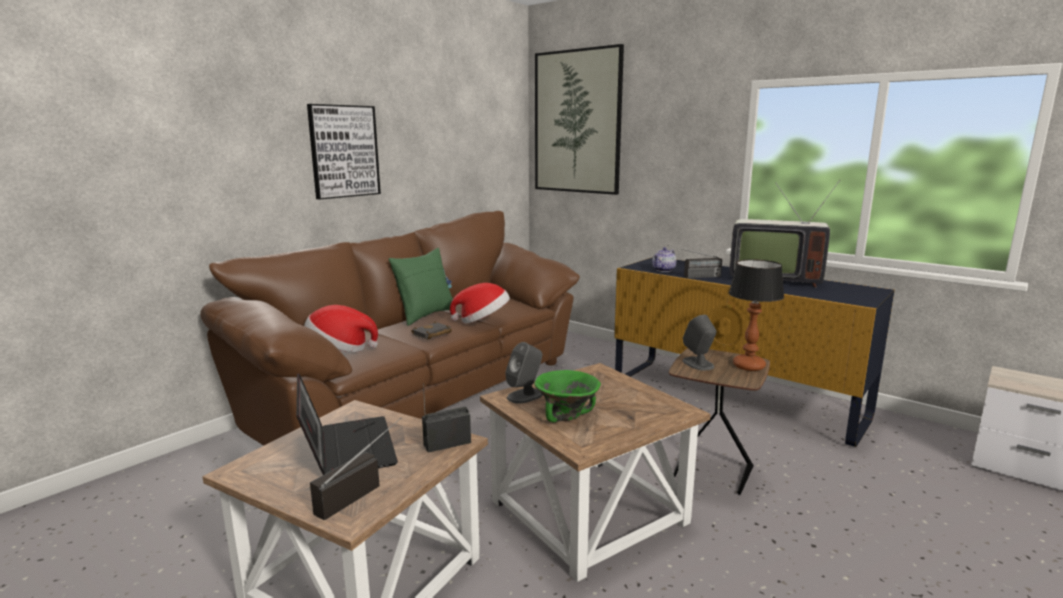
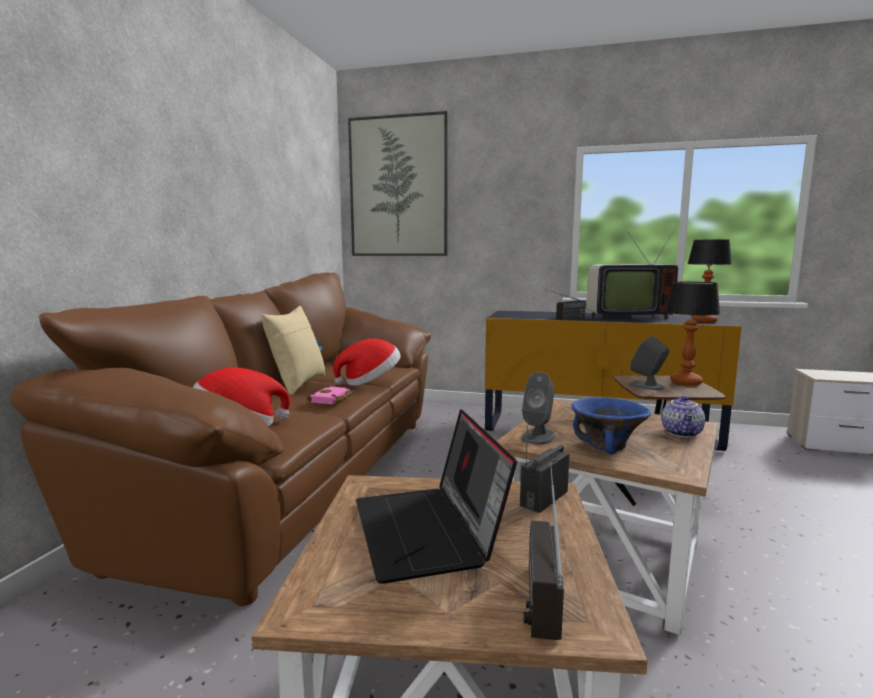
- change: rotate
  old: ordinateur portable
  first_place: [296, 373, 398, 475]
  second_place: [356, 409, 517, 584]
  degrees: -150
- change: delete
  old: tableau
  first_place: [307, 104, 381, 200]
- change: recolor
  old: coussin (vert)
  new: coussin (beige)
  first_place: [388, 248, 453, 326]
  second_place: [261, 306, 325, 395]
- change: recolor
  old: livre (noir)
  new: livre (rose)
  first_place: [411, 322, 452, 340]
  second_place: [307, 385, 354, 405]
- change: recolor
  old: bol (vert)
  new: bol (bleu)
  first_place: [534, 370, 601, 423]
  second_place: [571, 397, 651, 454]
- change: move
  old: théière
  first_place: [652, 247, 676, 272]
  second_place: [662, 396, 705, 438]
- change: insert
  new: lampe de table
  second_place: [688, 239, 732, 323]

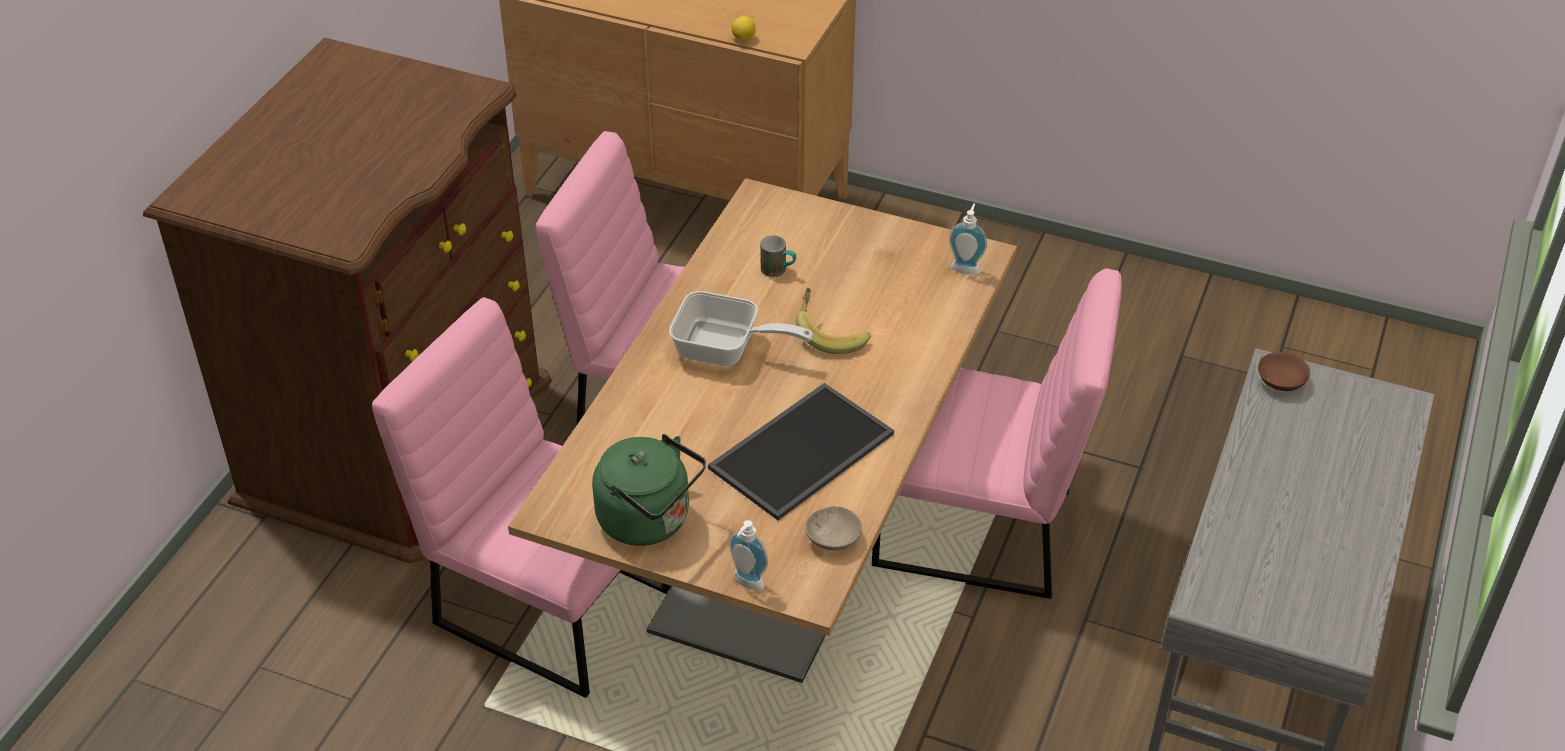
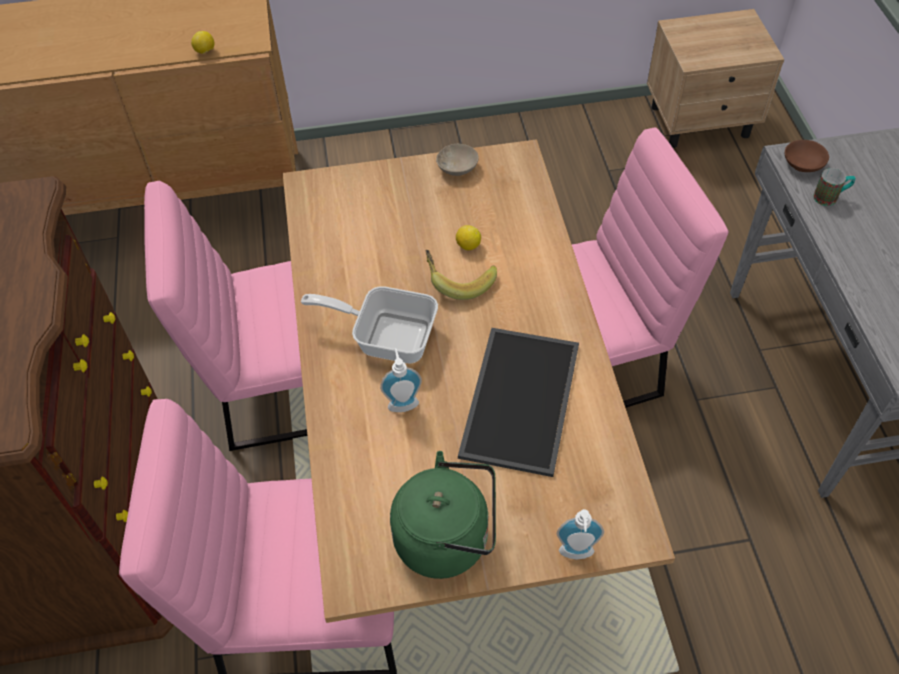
- change: rotate
  old: poêle
  first_place: [669, 291, 813, 366]
  second_place: [301, 286, 438, 363]
  degrees: -150
- change: move
  old: mug
  first_place: [760, 236, 796, 277]
  second_place: [813, 168, 856, 206]
- change: move
  old: bol (beige)
  first_place: [805, 506, 862, 550]
  second_place: [436, 144, 479, 176]
- change: move
  old: distributeur de savon
  first_place: [949, 203, 987, 275]
  second_place: [380, 348, 422, 412]
- change: insert
  new: citron
  second_place: [456, 225, 481, 250]
- change: insert
  new: table de chevet (beige)
  second_place: [647, 9, 784, 148]

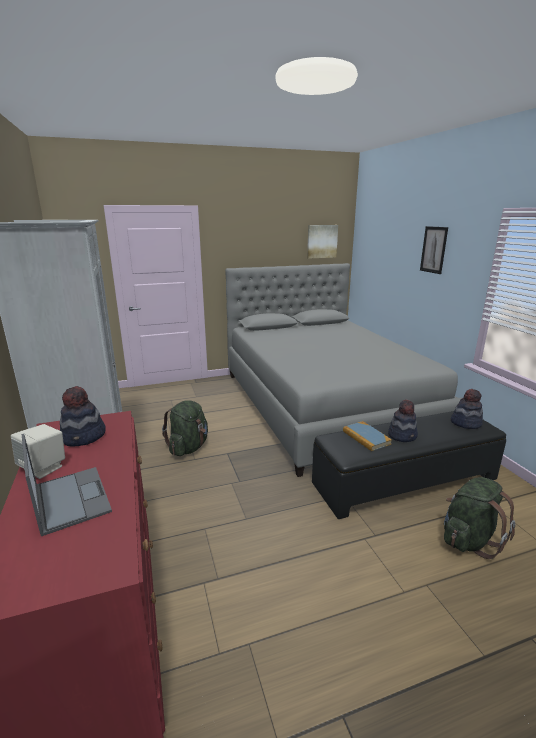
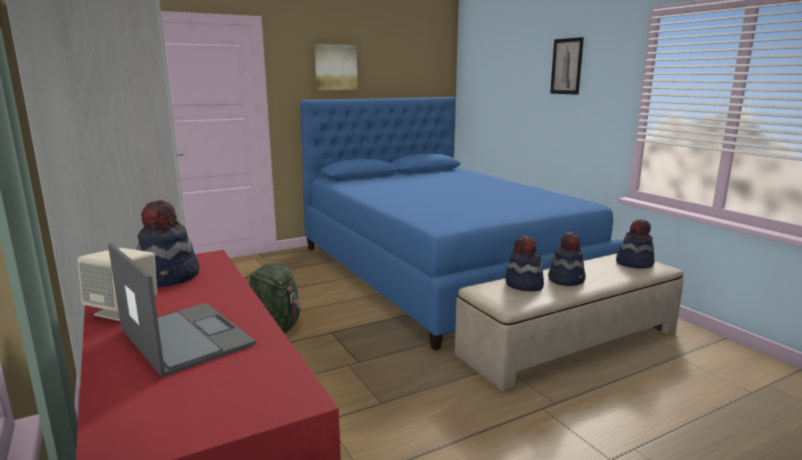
- change: recolor
  old: lit (gris)
  new: lit (bleu)
  first_place: [225, 263, 462, 477]
  second_place: [300, 97, 623, 351]
- change: move
  old: tableau
  first_place: [307, 225, 338, 259]
  second_place: [314, 44, 358, 90]
- change: recolor
  old: banc (noir)
  new: banc (beige)
  first_place: [312, 411, 506, 519]
  second_place: [455, 253, 684, 391]
- change: replace
  old: livre
  new: chapeau
  first_place: [343, 421, 392, 451]
  second_place: [505, 236, 544, 291]
- change: delete
  old: sac à dos (vert)
  first_place: [444, 477, 515, 559]

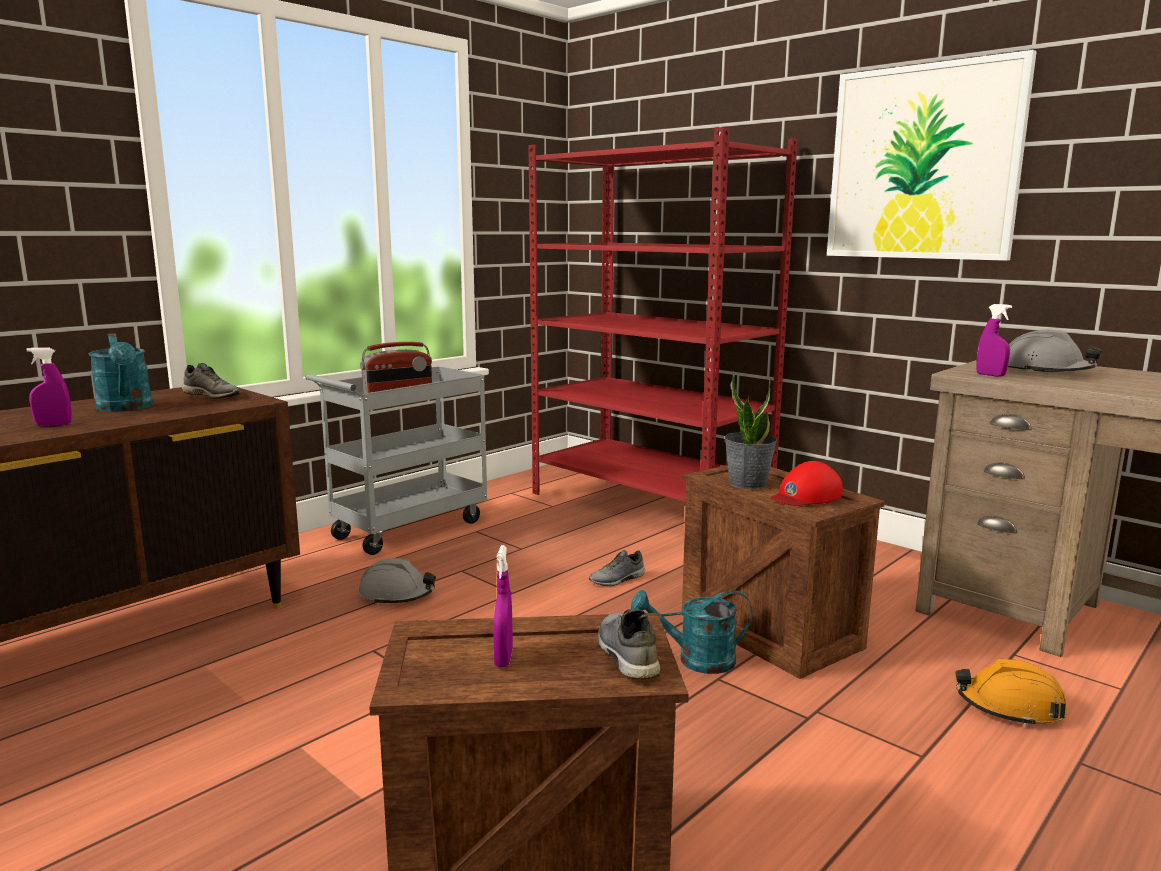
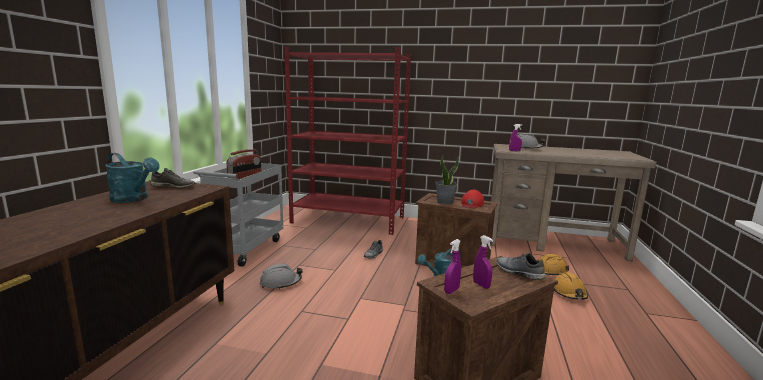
- change: move
  old: vaporisateur (violet)
  first_place: [27, 347, 71, 426]
  second_place: [444, 239, 461, 294]
- change: delete
  old: tableau
  first_place: [827, 50, 1037, 261]
- change: insert
  new: casque de chantier (orange)
  second_place: [554, 272, 588, 300]

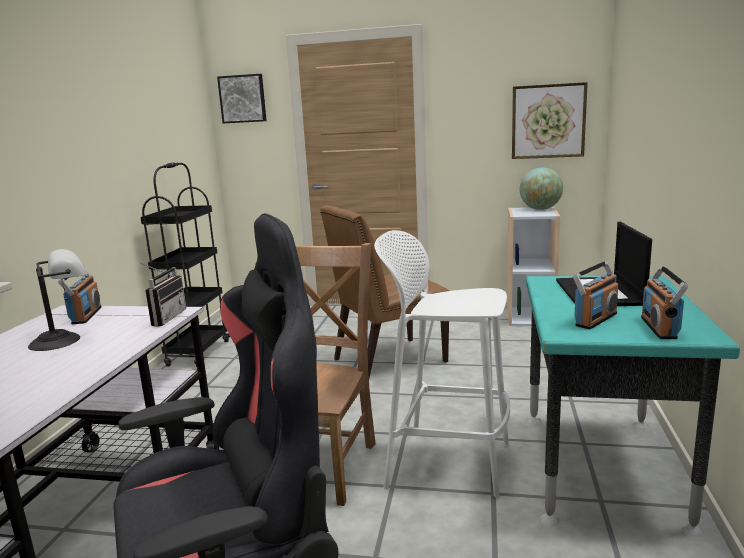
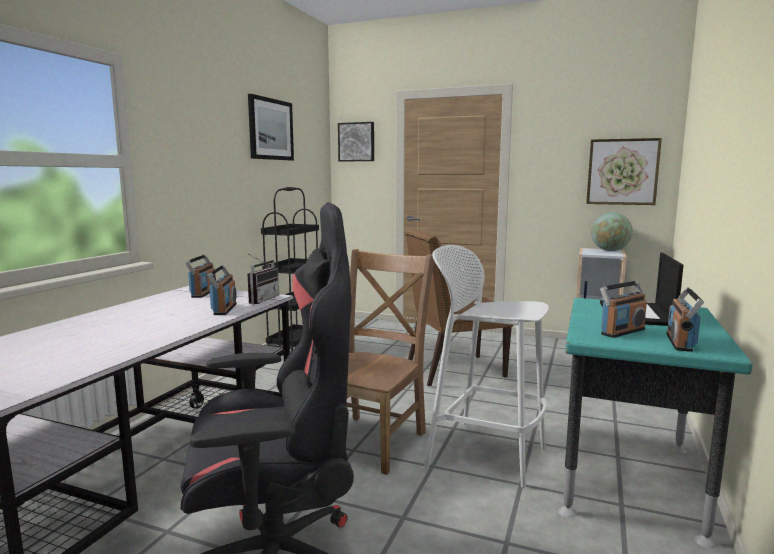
- change: delete
  old: lampe de table
  first_place: [28, 249, 88, 351]
- change: insert
  new: radio
  second_place: [207, 265, 237, 315]
- change: insert
  new: tableau
  second_place: [248, 94, 294, 160]

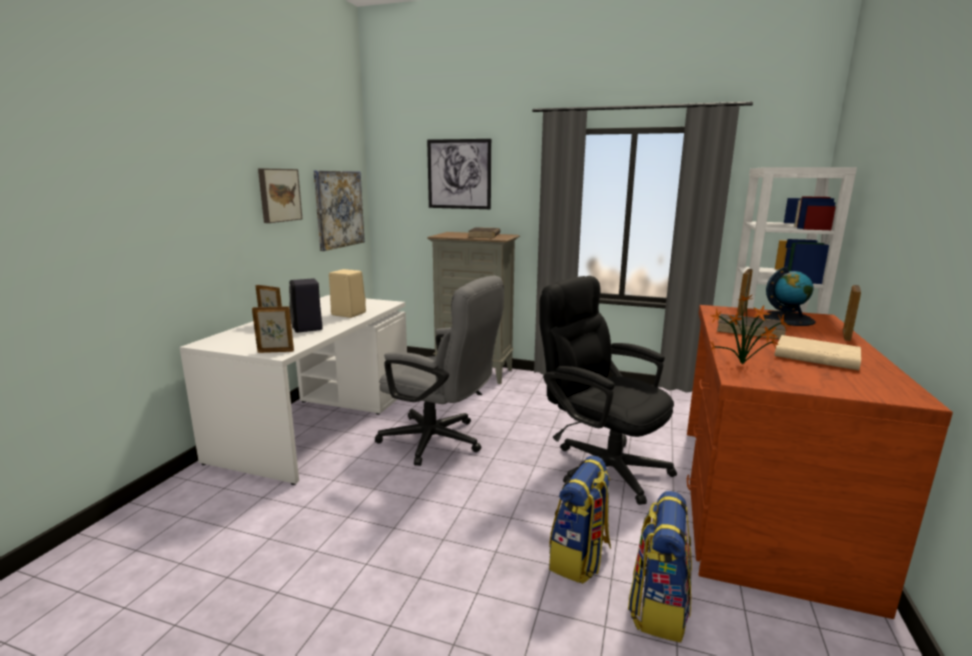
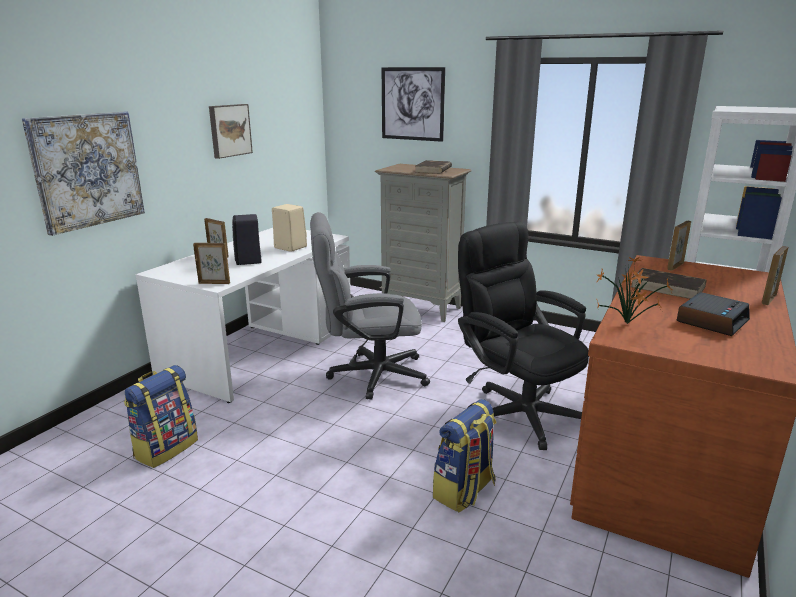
- change: move
  old: tableau
  first_place: [314, 170, 365, 251]
  second_place: [22, 112, 145, 236]
- change: rotate
  old: chaise de bureau (gris)
  first_place: [375, 276, 504, 466]
  second_place: [310, 212, 430, 400]
  degrees: 135
- change: move
  old: sac à dos
  first_place: [628, 491, 692, 643]
  second_place: [124, 365, 198, 468]
- change: delete
  old: globe
  first_place: [763, 266, 816, 326]
- change: replace
  old: livre (beige)
  new: réveil
  first_place: [774, 335, 861, 370]
  second_place: [677, 292, 750, 336]

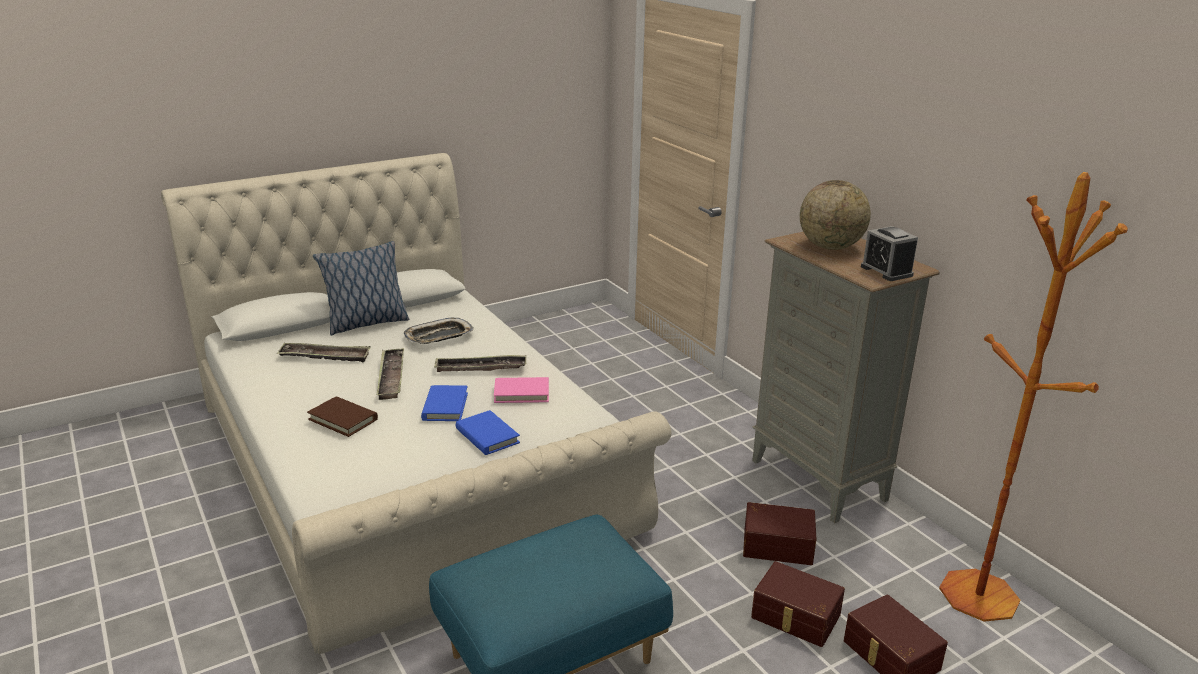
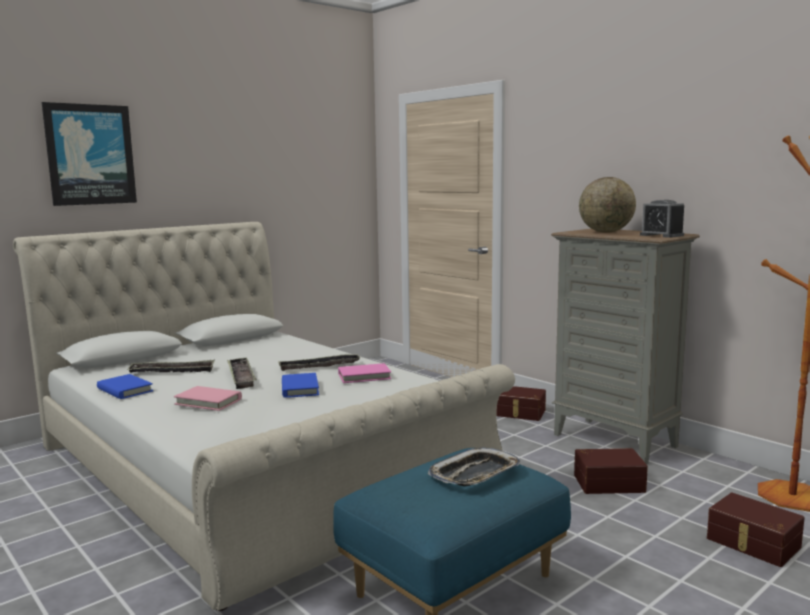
- change: recolor
  old: livre (marron)
  new: livre (rose)
  first_place: [307, 396, 378, 437]
  second_place: [174, 386, 242, 411]
- change: delete
  old: coussin
  first_place: [313, 241, 409, 336]
- change: move
  old: plateau
  first_place: [404, 317, 474, 344]
  second_place: [428, 447, 520, 486]
- change: move
  old: livre (bleu)
  first_place: [456, 410, 520, 455]
  second_place: [97, 374, 153, 399]
- change: move
  old: boîte de rangement (marron)
  first_place: [751, 561, 845, 647]
  second_place: [496, 386, 546, 421]
- change: insert
  new: tableau
  second_place: [42, 102, 137, 206]

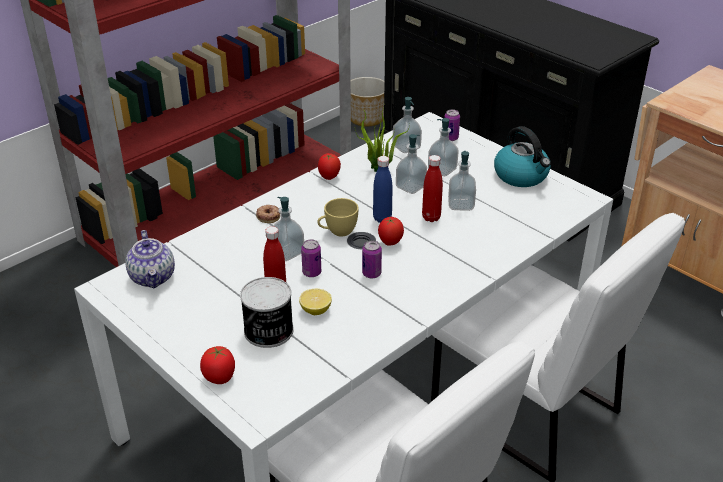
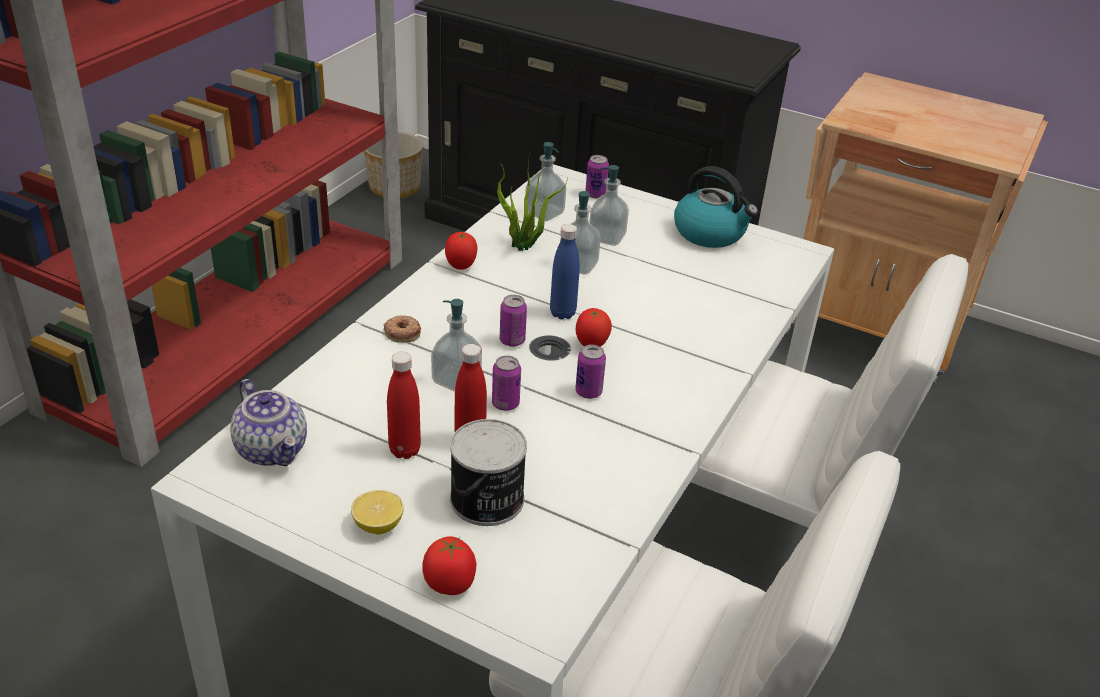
- change: move
  old: citron
  first_place: [299, 289, 332, 315]
  second_place: [351, 490, 404, 535]
- change: replace
  old: tasse (jaune)
  new: boîte métallique
  first_place: [317, 198, 359, 236]
  second_place: [500, 295, 527, 347]
- change: move
  old: bouteille (rouge)
  first_place: [422, 155, 443, 222]
  second_place: [387, 352, 421, 459]
- change: delete
  old: distributeur de savon
  first_place: [448, 150, 476, 211]

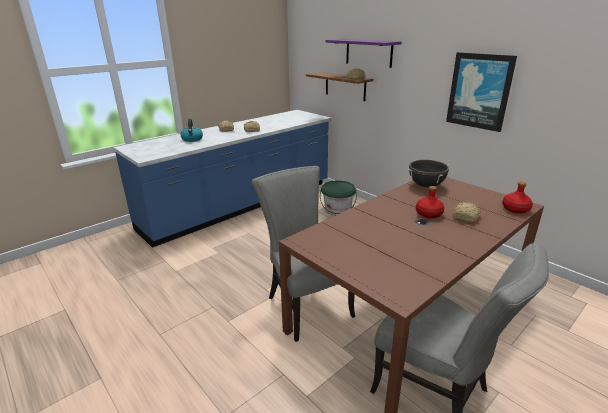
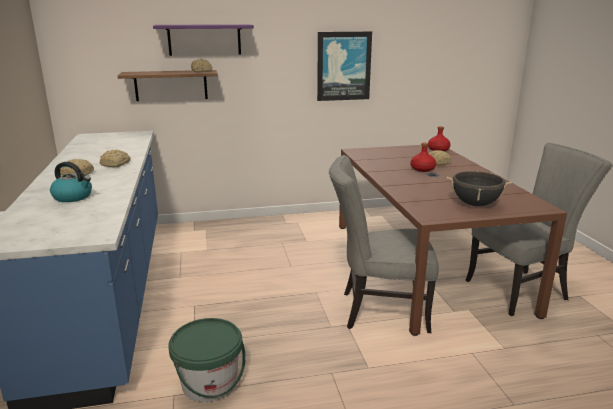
- change: move
  old: seau (vert)
  first_place: [320, 180, 357, 216]
  second_place: [168, 318, 246, 402]
- change: move
  old: marmite (noir)
  first_place: [407, 159, 450, 187]
  second_place: [447, 171, 512, 206]

